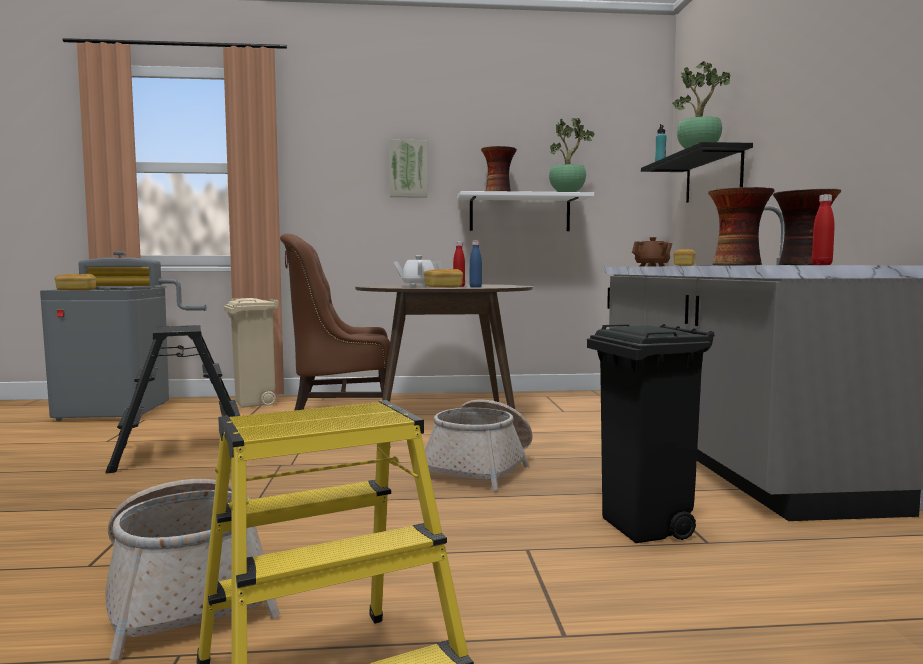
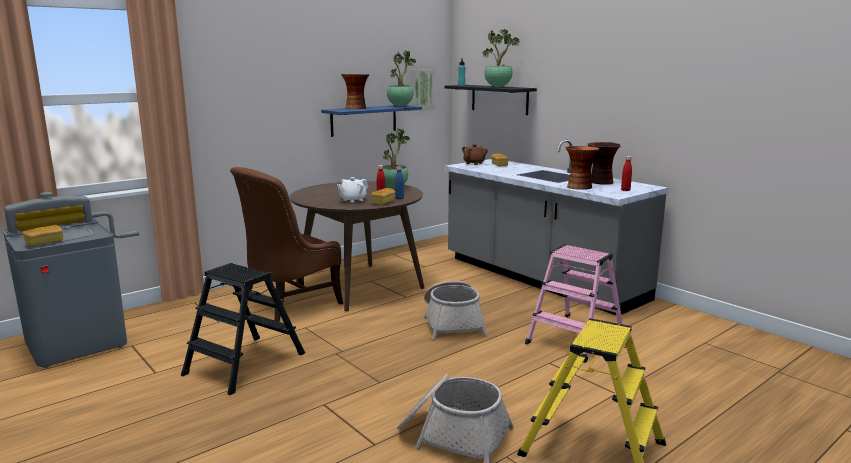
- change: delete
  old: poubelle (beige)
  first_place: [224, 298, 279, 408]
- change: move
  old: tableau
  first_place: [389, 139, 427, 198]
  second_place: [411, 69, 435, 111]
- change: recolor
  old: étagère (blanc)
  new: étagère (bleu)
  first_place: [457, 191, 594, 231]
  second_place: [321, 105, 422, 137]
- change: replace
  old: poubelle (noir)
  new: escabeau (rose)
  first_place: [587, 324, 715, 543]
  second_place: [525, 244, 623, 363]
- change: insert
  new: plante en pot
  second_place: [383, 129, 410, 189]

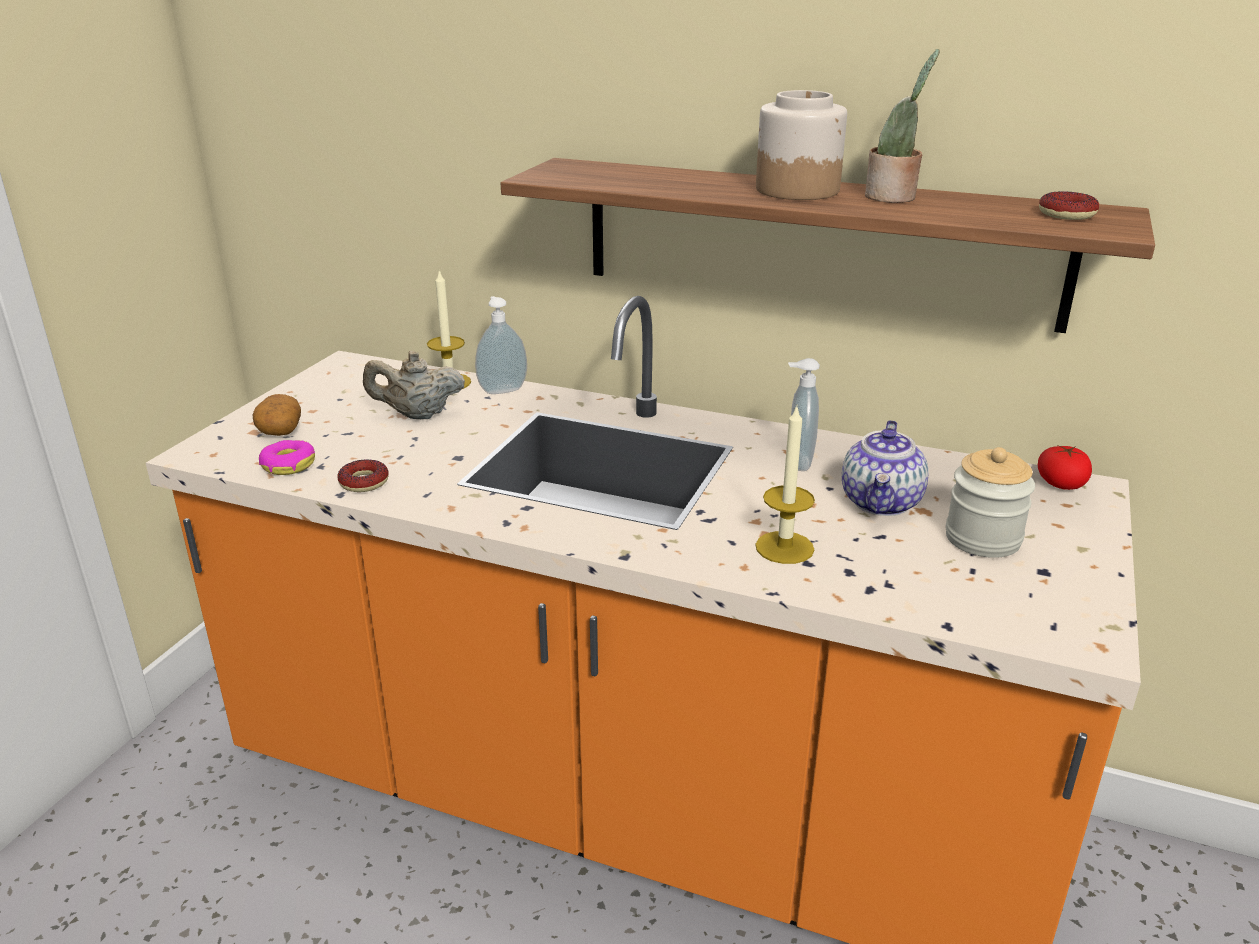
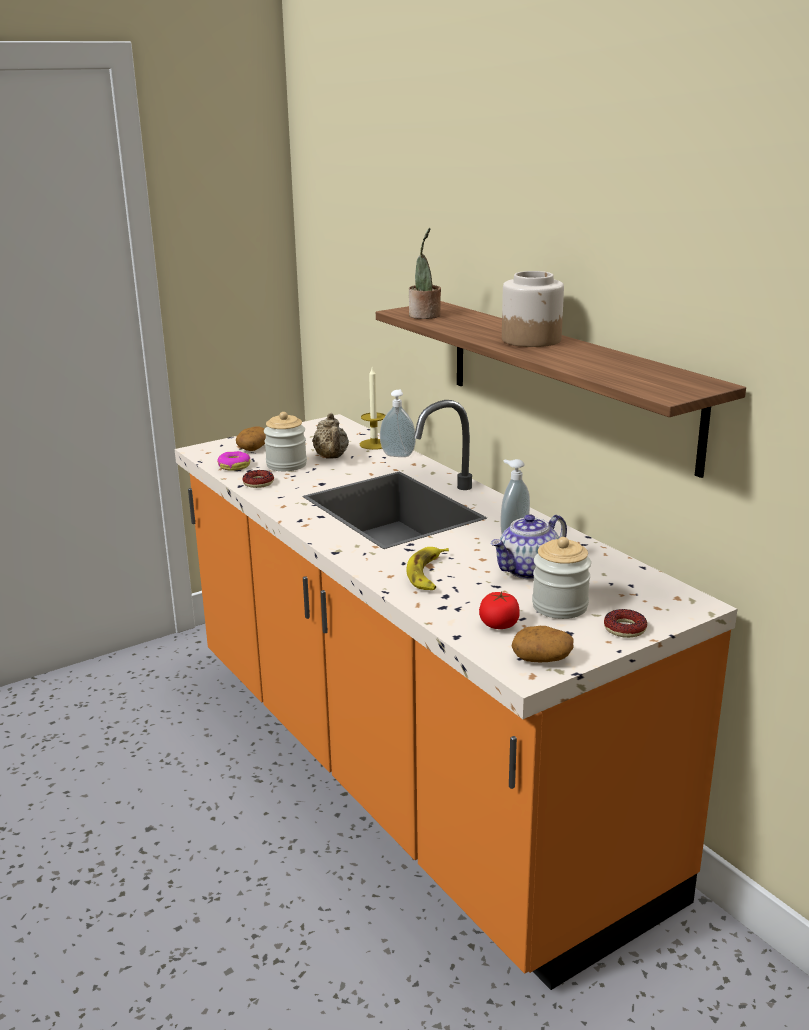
- change: rotate
  old: théière (beige)
  first_place: [363, 351, 465, 419]
  second_place: [312, 413, 349, 459]
  degrees: -135
- change: replace
  old: bougie
  new: banane
  first_place: [755, 404, 815, 564]
  second_place: [407, 547, 449, 590]
- change: move
  old: plante en pot
  first_place: [865, 49, 939, 203]
  second_place: [409, 228, 441, 319]
- change: move
  old: tomate
  first_place: [1038, 445, 1092, 490]
  second_place: [479, 591, 520, 629]
- change: move
  old: beignet
  first_place: [1039, 191, 1099, 220]
  second_place: [604, 609, 647, 638]
- change: insert
  new: bocal
  second_place: [264, 412, 307, 471]
- change: insert
  new: pomme de terre
  second_place: [512, 626, 574, 662]

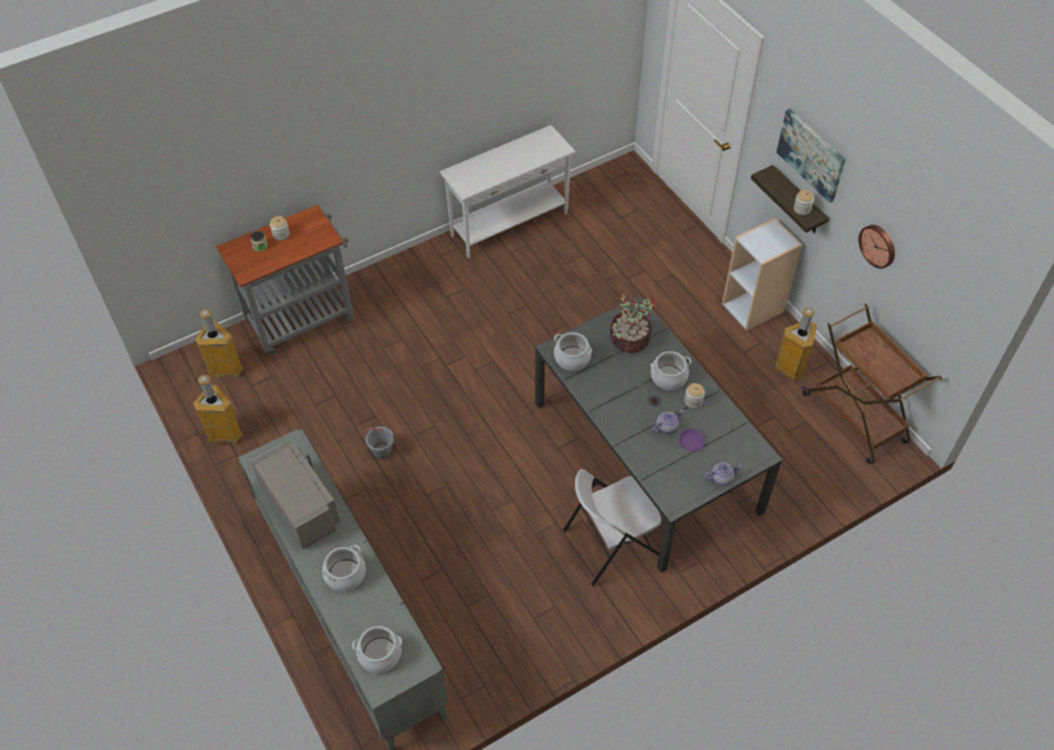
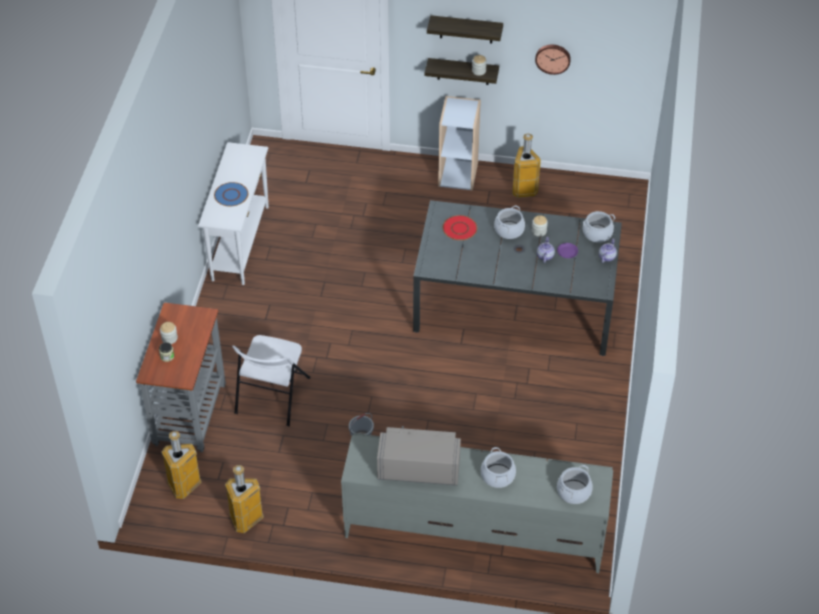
- change: move
  old: marmite
  first_place: [554, 332, 592, 371]
  second_place: [583, 211, 615, 243]
- change: move
  old: chaise (blanc)
  first_place: [563, 469, 661, 586]
  second_place: [232, 335, 311, 427]
- change: replace
  old: plante en pot
  new: assiette (rouge)
  first_place: [610, 294, 656, 353]
  second_place: [443, 215, 477, 240]
- change: replace
  old: tableau
  new: étagère
  first_place: [776, 109, 846, 203]
  second_place: [427, 15, 503, 44]
- change: delete
  old: chariot (marron)
  first_place: [801, 303, 944, 464]
- change: insert
  new: assiette (bleu)
  second_place: [214, 182, 248, 206]

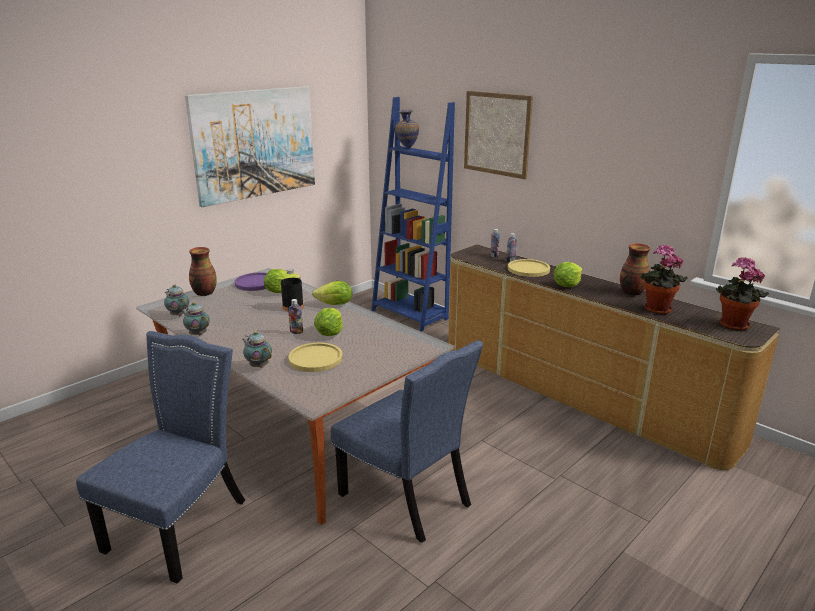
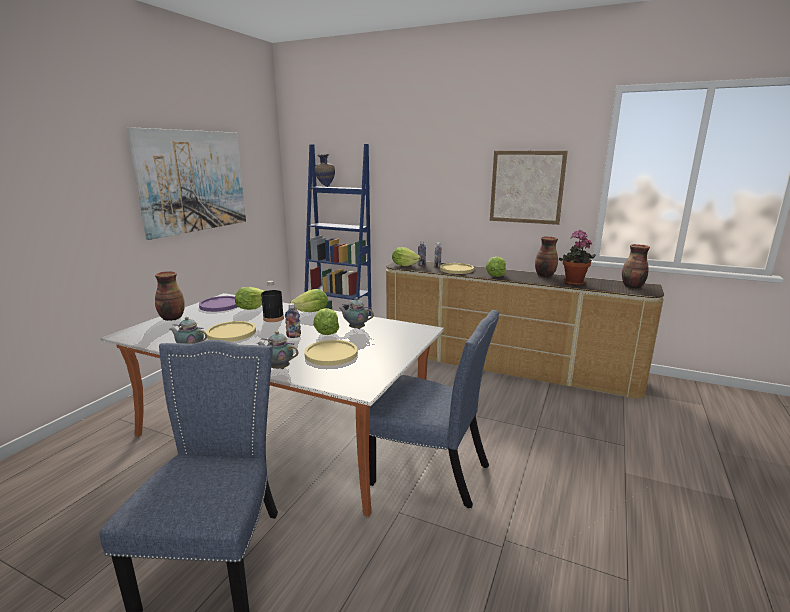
- change: move
  old: théière
  first_place: [164, 284, 189, 316]
  second_place: [339, 297, 374, 329]
- change: move
  old: tableau
  first_place: [464, 91, 533, 179]
  second_place: [490, 149, 568, 225]
- change: replace
  old: plante en pot
  new: vase
  first_place: [716, 257, 769, 331]
  second_place: [622, 244, 650, 289]
- change: insert
  new: assiette (jaune)
  second_place: [206, 321, 256, 342]
- change: insert
  new: laitue
  second_place: [392, 247, 421, 267]

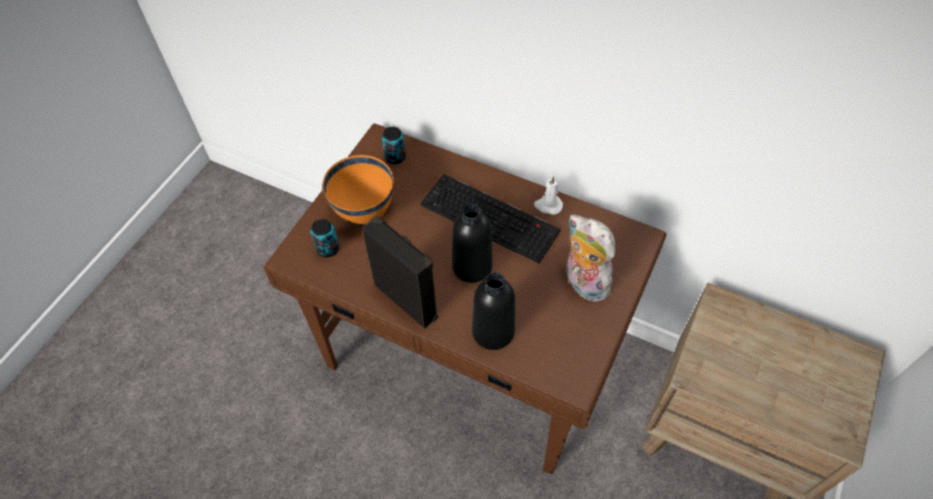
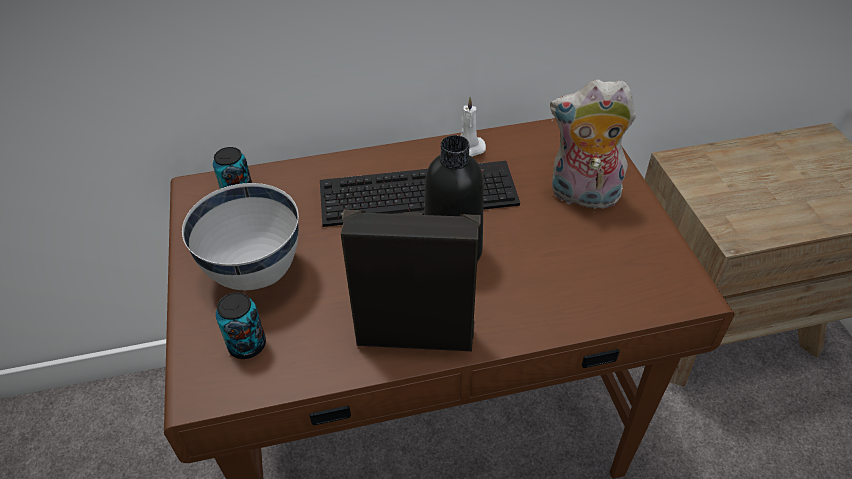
- change: recolor
  old: bol (orange)
  new: bol (blanc)
  first_place: [322, 155, 394, 224]
  second_place: [182, 183, 299, 290]
- change: delete
  old: bouteille (noir)
  first_place: [472, 272, 515, 350]

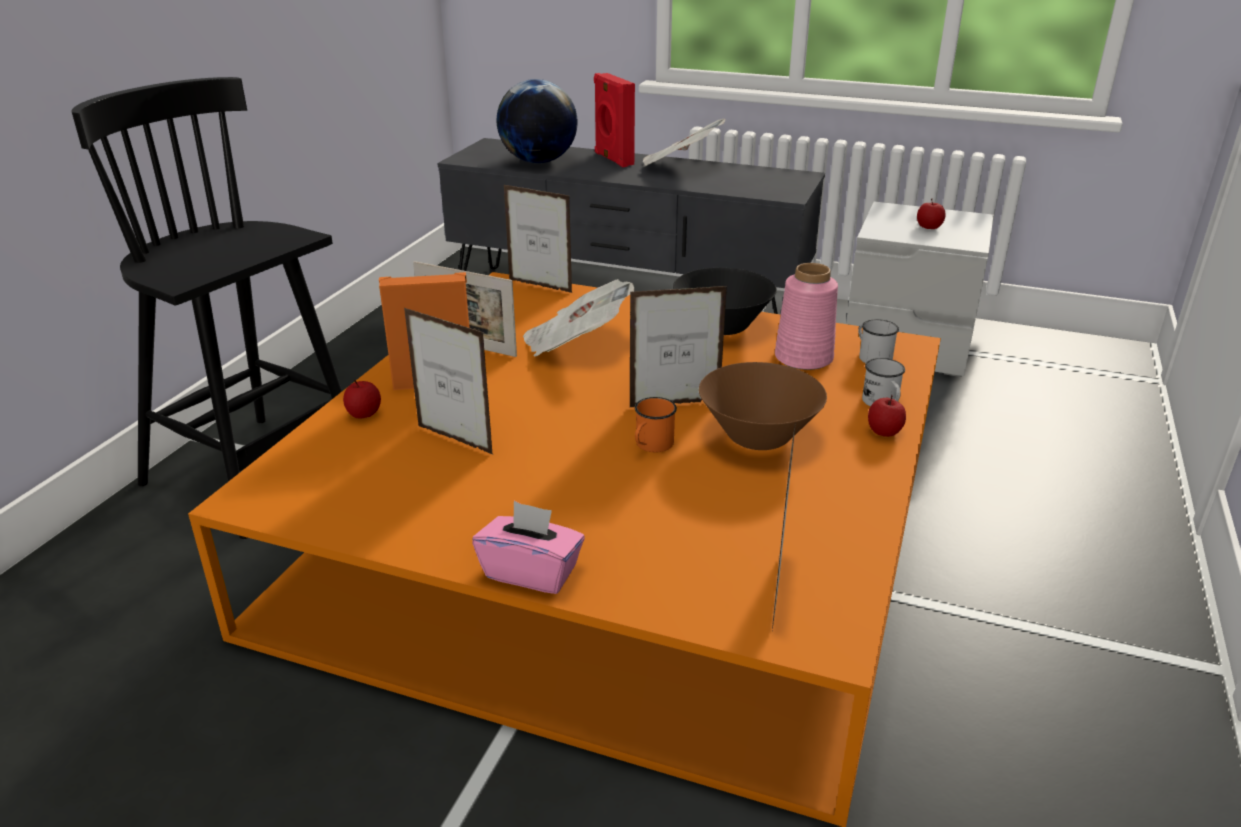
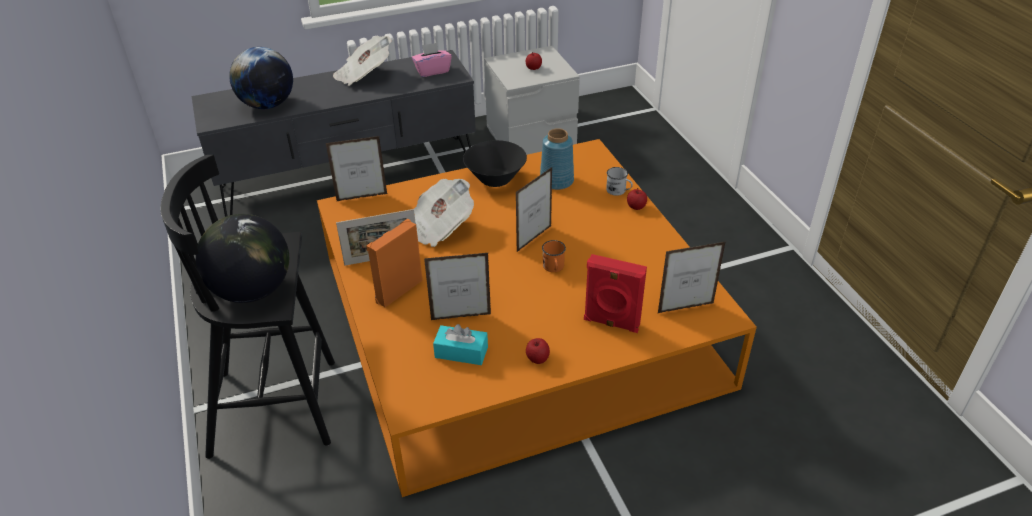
- change: move
  old: pomme
  first_place: [343, 380, 381, 418]
  second_place: [526, 338, 550, 364]
- change: move
  old: boîte à mouchoirs (rose)
  first_place: [472, 501, 585, 594]
  second_place: [412, 43, 452, 77]
- change: move
  old: enceinte (rouge)
  first_place: [594, 73, 635, 167]
  second_place: [584, 254, 647, 333]
- change: delete
  old: bol (marron)
  first_place: [699, 362, 827, 450]
- change: rotate
  old: cadre photo
  first_place: [772, 420, 796, 630]
  second_place: [658, 241, 726, 313]
  degrees: -75
- change: recolor
  old: vase (rose)
  new: vase (bleu)
  first_place: [775, 263, 838, 370]
  second_place: [540, 128, 574, 190]
- change: delete
  old: mug (blanc)
  first_place: [858, 319, 899, 363]
- change: insert
  new: globe
  second_place: [196, 214, 289, 303]
- change: insert
  new: boîte à mouchoirs (turquoise)
  second_place: [433, 324, 488, 365]

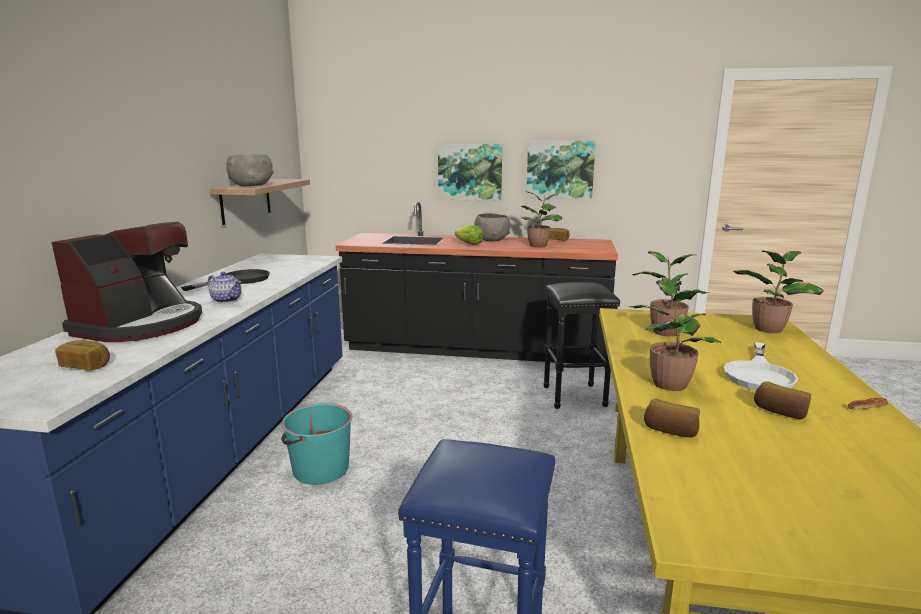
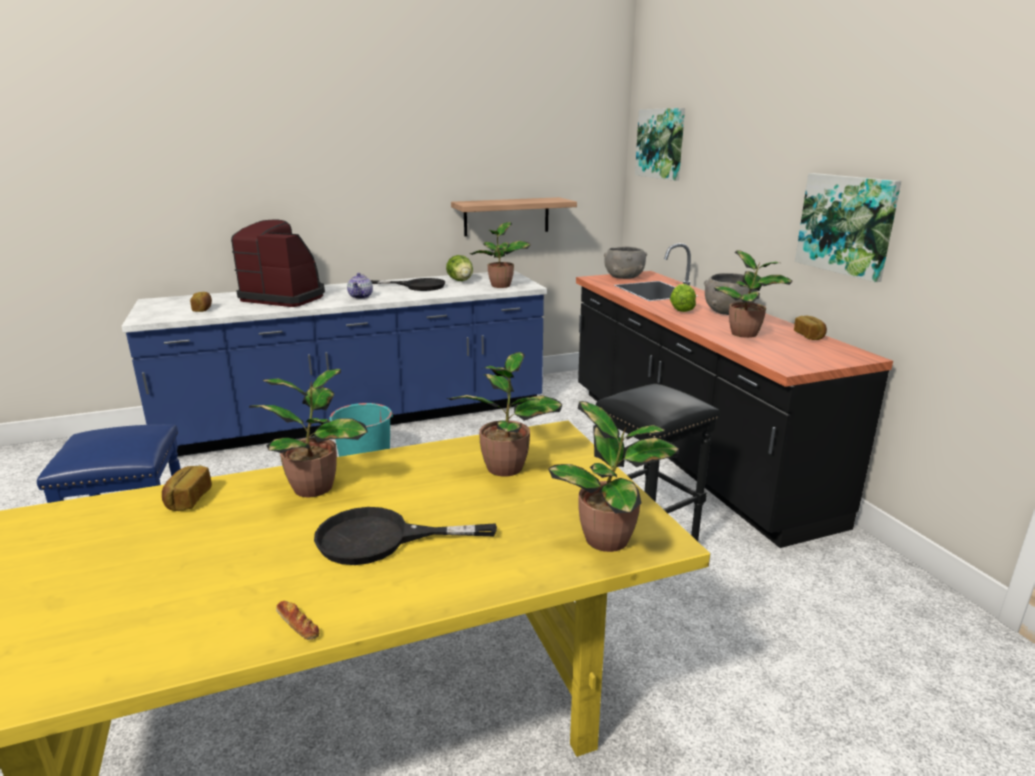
- change: rotate
  old: machine à café
  first_place: [51, 222, 202, 342]
  second_place: [231, 220, 325, 307]
  degrees: -150
- change: move
  old: bol (gris)
  first_place: [226, 154, 274, 187]
  second_place: [604, 246, 647, 279]
- change: move
  old: tableau
  first_place: [438, 144, 502, 201]
  second_place: [635, 108, 685, 181]
- change: recolor
  old: poêle (blanc)
  new: poêle (noir)
  first_place: [724, 342, 798, 390]
  second_place: [314, 507, 497, 565]
- change: delete
  old: pain
  first_place: [754, 381, 811, 419]
- change: insert
  new: laitue
  second_place: [446, 255, 473, 281]
- change: insert
  new: plante en pot
  second_place: [470, 222, 531, 288]

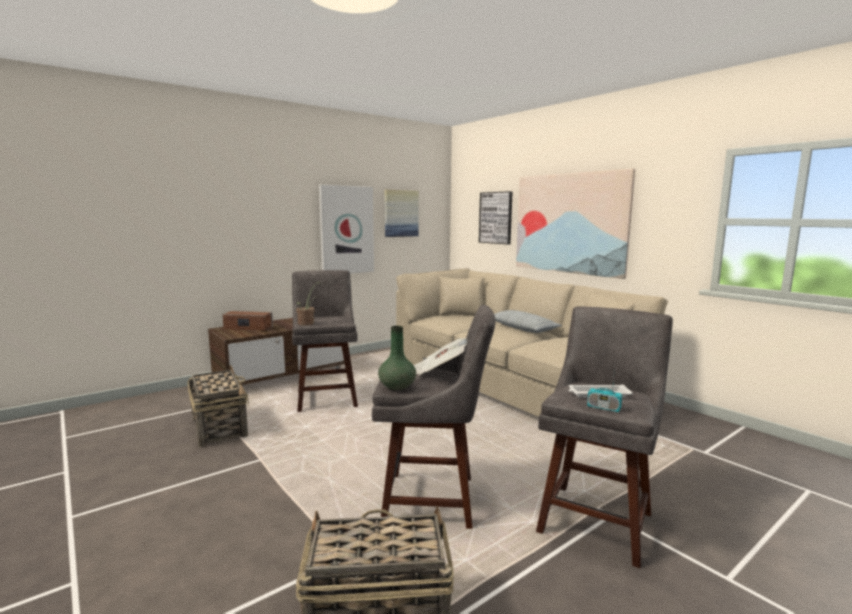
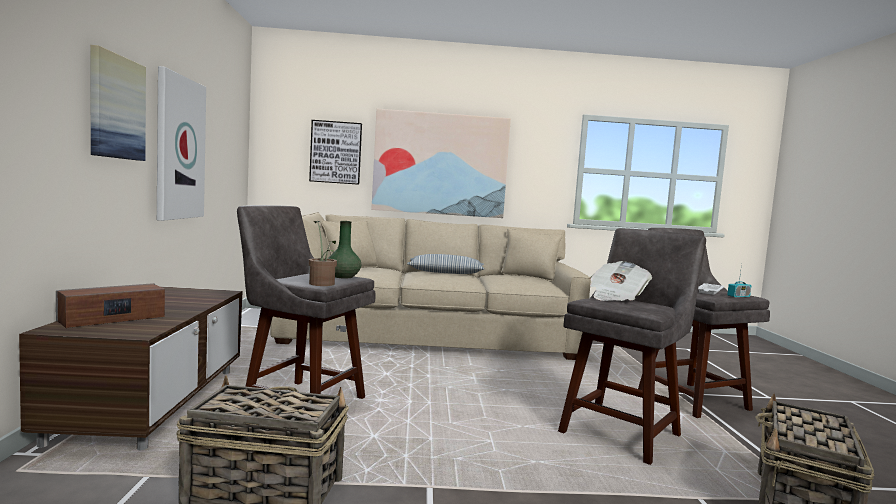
- change: move
  old: vase (vert)
  first_place: [378, 326, 416, 390]
  second_place: [328, 221, 361, 278]
- change: move
  old: tableau
  first_place: [385, 189, 419, 237]
  second_place: [90, 45, 146, 161]

